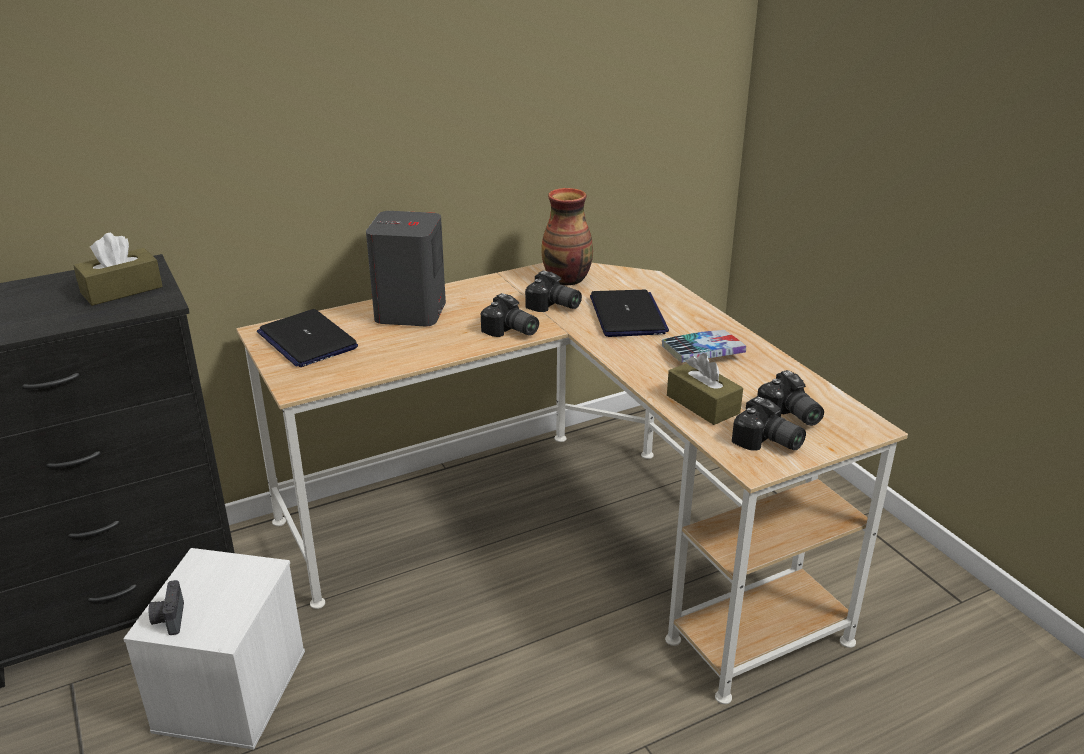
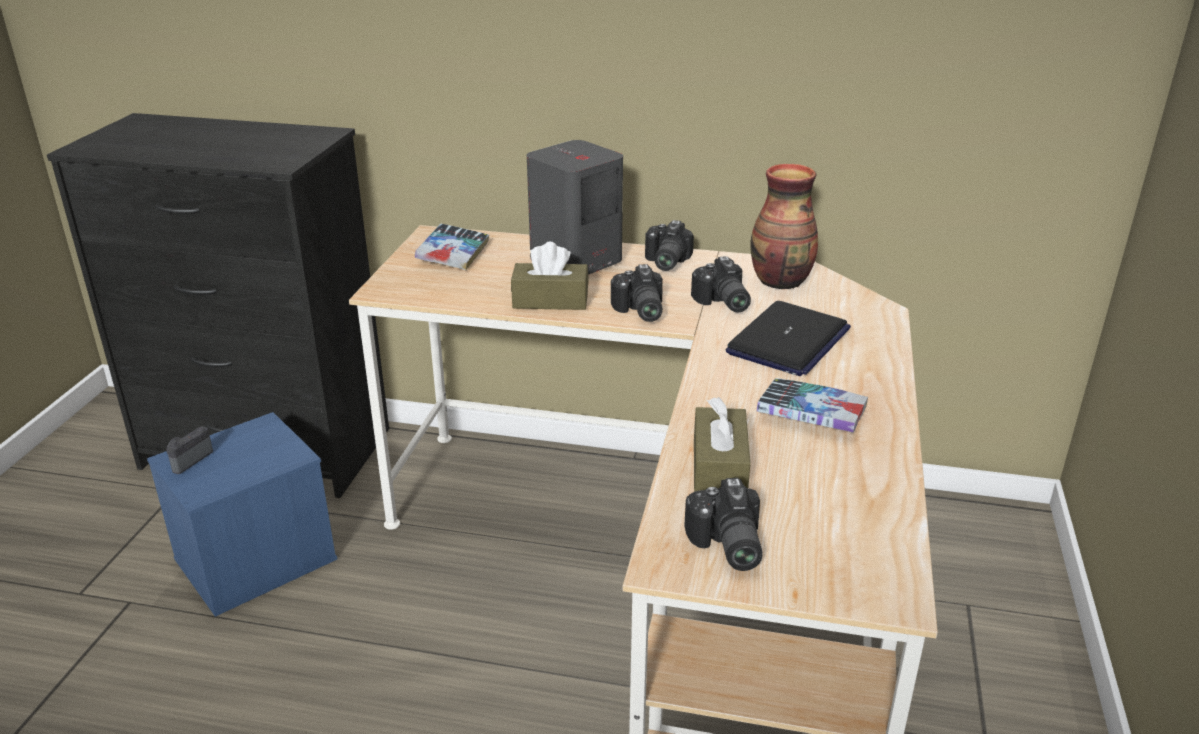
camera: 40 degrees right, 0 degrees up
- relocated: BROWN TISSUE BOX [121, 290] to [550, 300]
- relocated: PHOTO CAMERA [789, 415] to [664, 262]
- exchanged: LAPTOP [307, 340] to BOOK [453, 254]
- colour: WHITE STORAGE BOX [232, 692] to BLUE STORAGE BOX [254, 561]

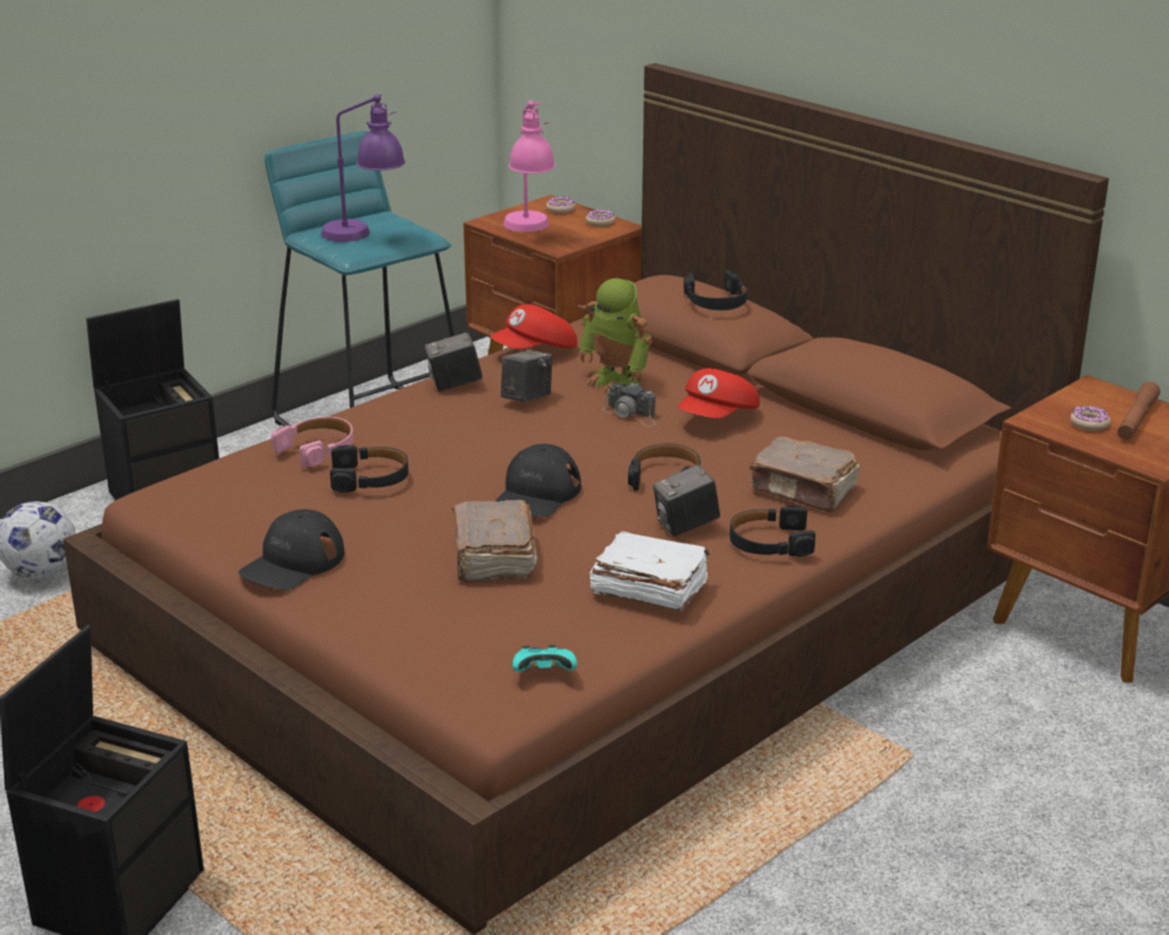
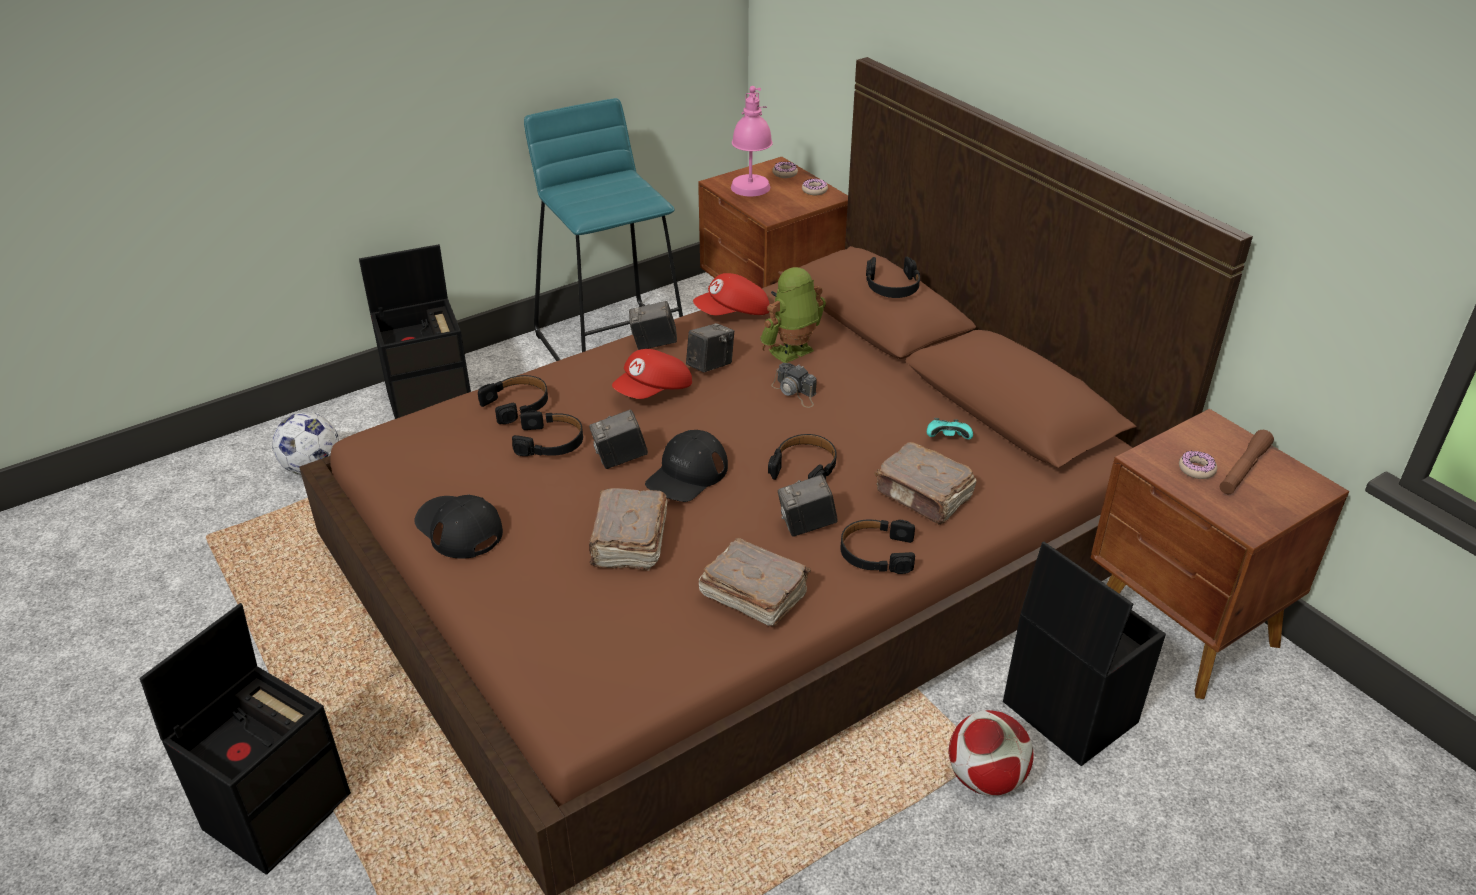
camera: 10 degrees right, 10 degrees up
- missing: PURPLE TABLE LAMP [366, 235]
- appeared: PHOTO CAMERA [620, 459]
- appeared: FOOTBALL [985, 778]
- appeared: BLACK STORAGE BOX [1066, 711]
- relocated: TURQUOISE GAME CONTROLLER [544, 673] to [948, 439]
- relocated: RED CAP [718, 417] to [654, 392]
- colour: PINK HEADPHONES [317, 448] to BLACK HEADPHONES [517, 404]
- colour: WHITE BOOK [648, 589] to BROWN BOOK [753, 595]
- spun: BLACK CAP [292, 563] = [458, 528] 90 degrees clockwise
- spun: TOY ROBOT [616, 380] = [793, 353] 90 degrees clockwise

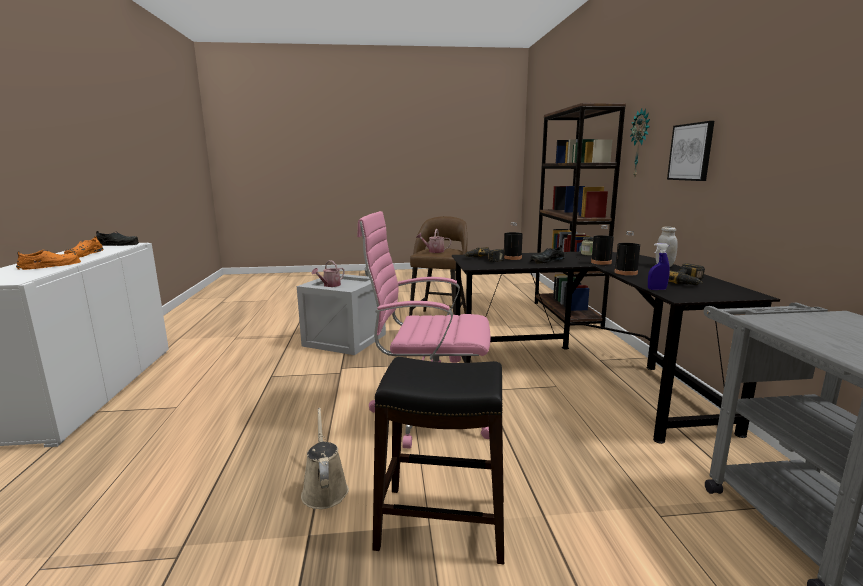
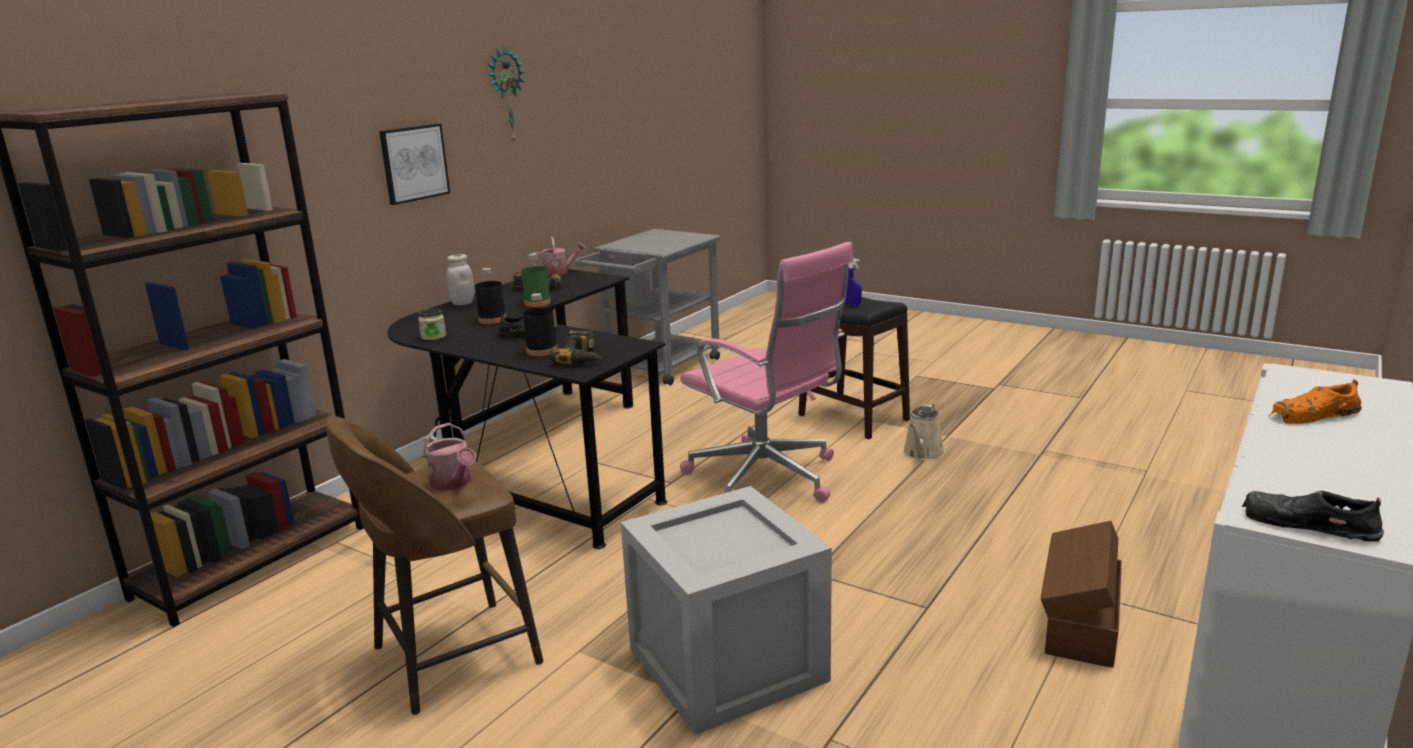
camera: 140 degrees left, 5 degrees up
- missing: ORANGE SHOE [84, 254]
- appeared: BROWN STORAGE BOX [1079, 623]
- relocated: WATERING CAN [330, 285] to [559, 272]
- relocated: WALL CLOCK [640, 143] to [505, 95]
- relocated: BLUE SPRAY BOTTLE [656, 289] to [851, 304]
- colour: BLACK BOTTLE [625, 273] to GREEN BOTTLE [537, 303]

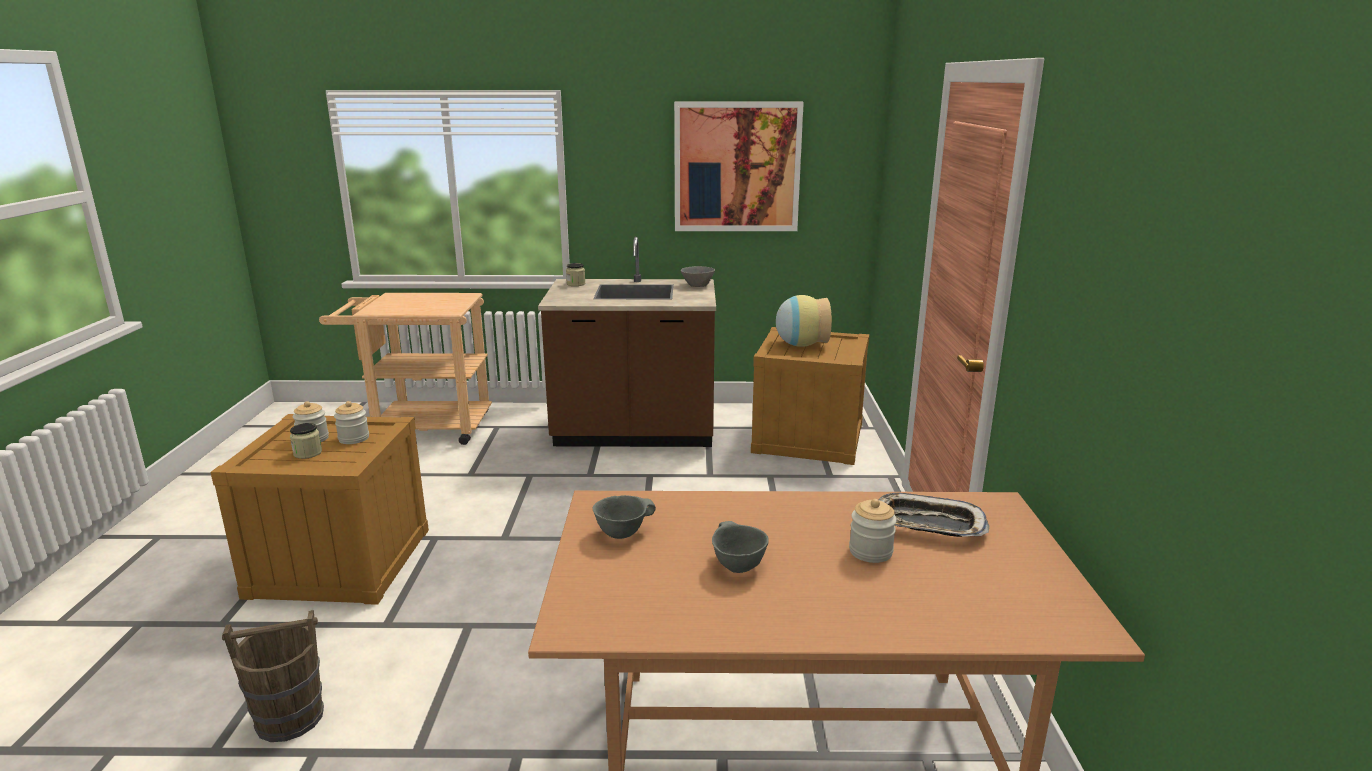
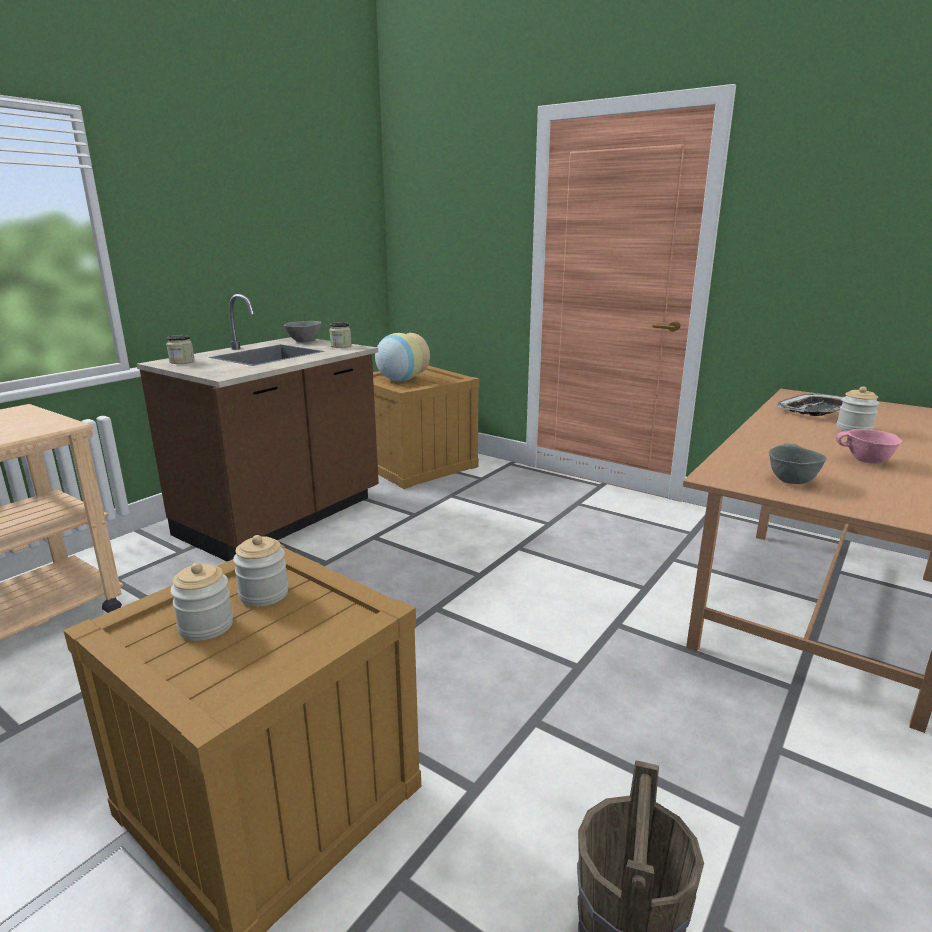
camera: 55 degrees left, 0 degrees up
- missing: PICTURE [737, 167]
- relocated: JAR [307, 453] to [341, 346]
- colour: GREY BOWL [737, 566] to PINK BOWL [866, 461]

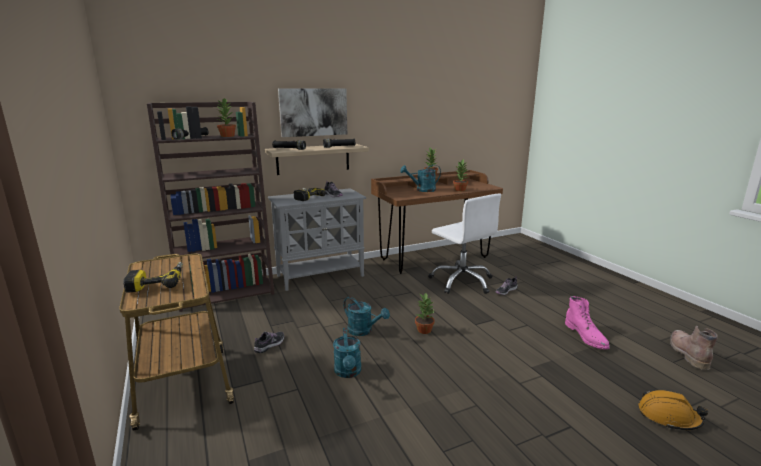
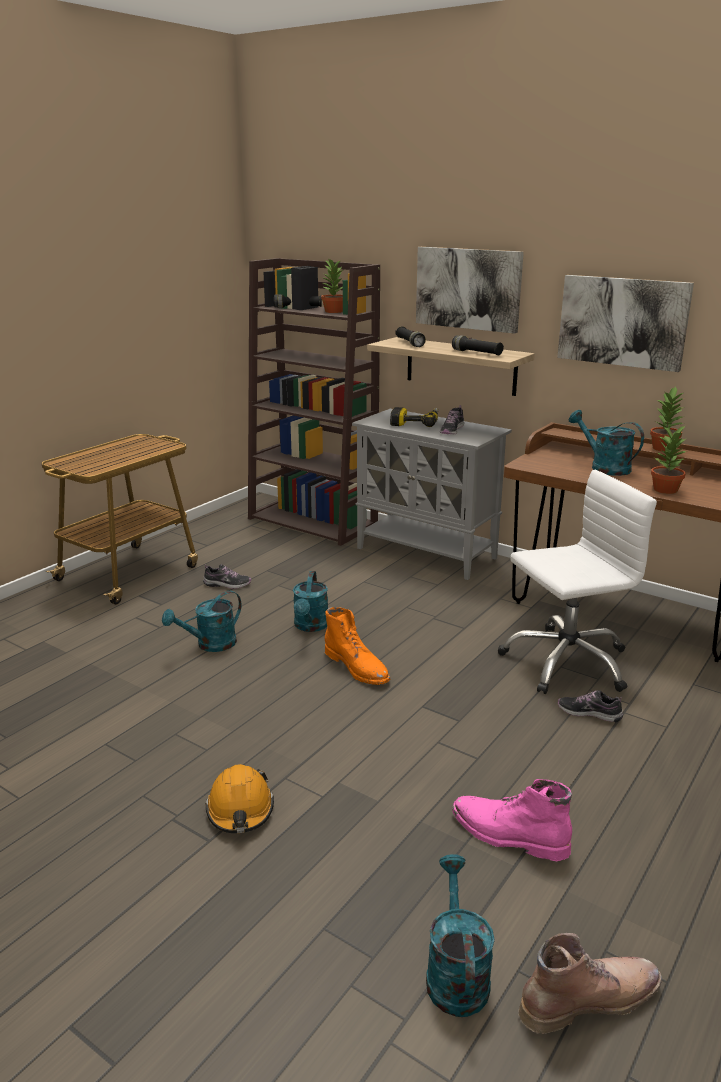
camera: 60 degrees right, 5 degrees up
- missing: POWER DRILL [158, 282]
- appeared: TURQUOISE WATERING CAN [455, 973]
- appeared: PICTURE [622, 321]
- relocated: ORANGE HARD HAT [668, 417] to [240, 810]
- exchanged: POTTED PLANT [424, 330] to ORANGE BOOT [358, 667]
- spun: WHITE OFFICE CHAIR [462, 281] = [566, 661] 135 degrees counterclockwise
- spun: PINK BOOT [587, 336] = [507, 835] 75 degrees clockwise

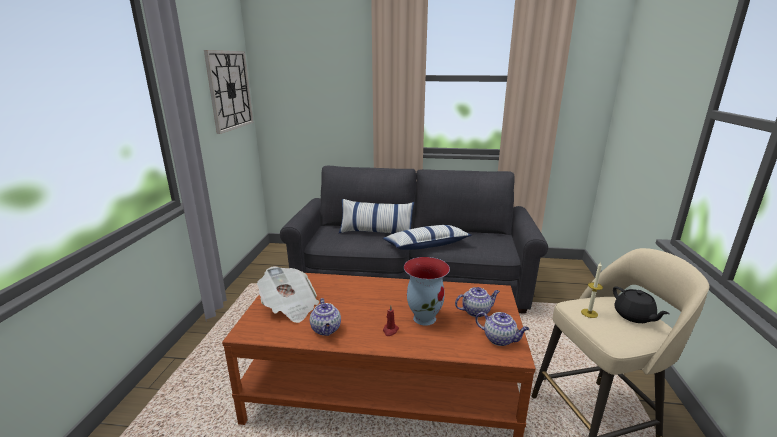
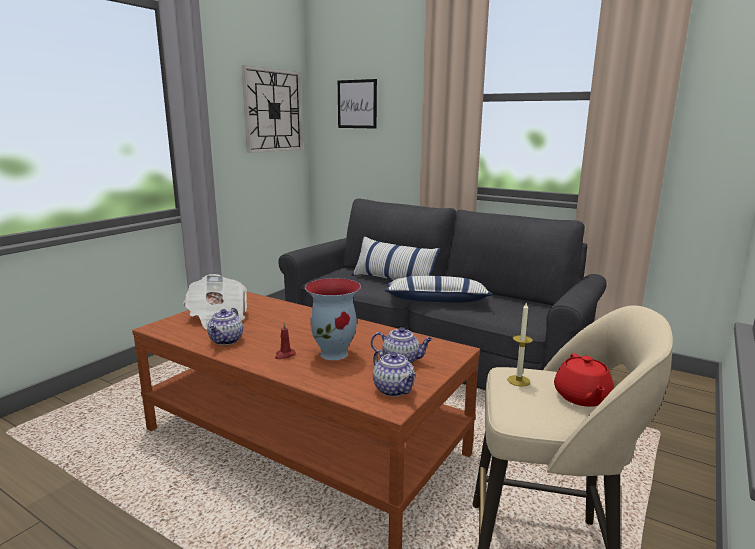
camera: 25 degrees right, 5 degrees down
- appeared: PICTURE [357, 104]
- colour: BLACK TEAPOT [634, 316] to RED TEAPOT [582, 397]

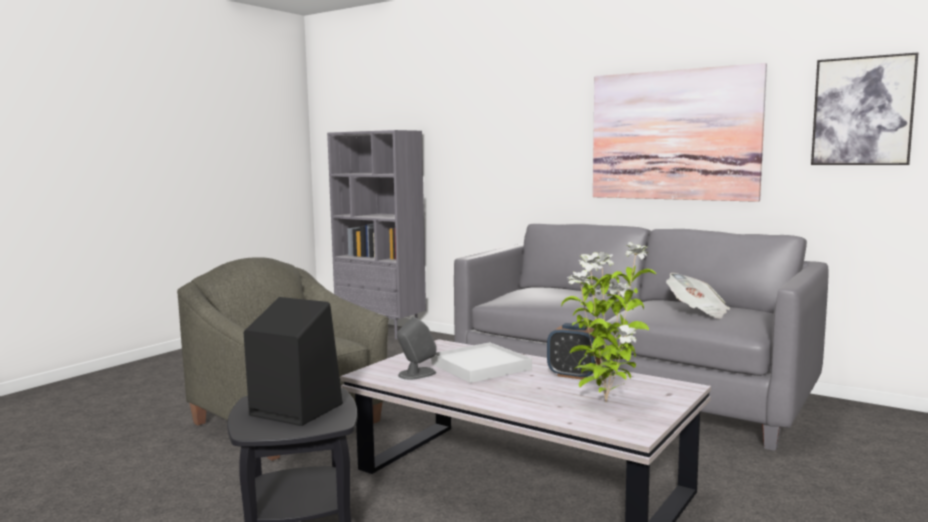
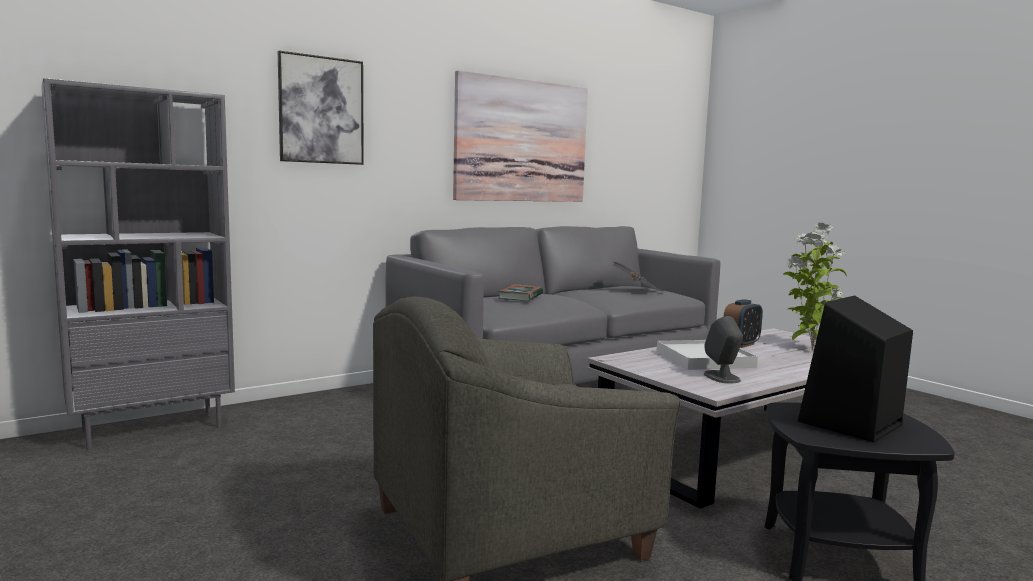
camera: 70 degrees left, 0 degrees up
- appeared: BOOK [520, 296]
- relocated: PICTURE [862, 111] to [321, 110]

